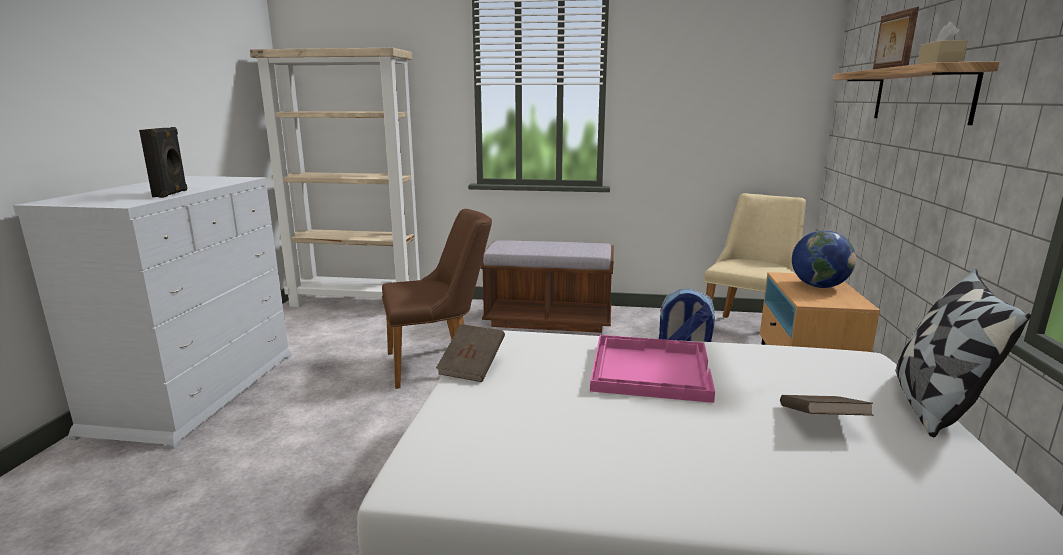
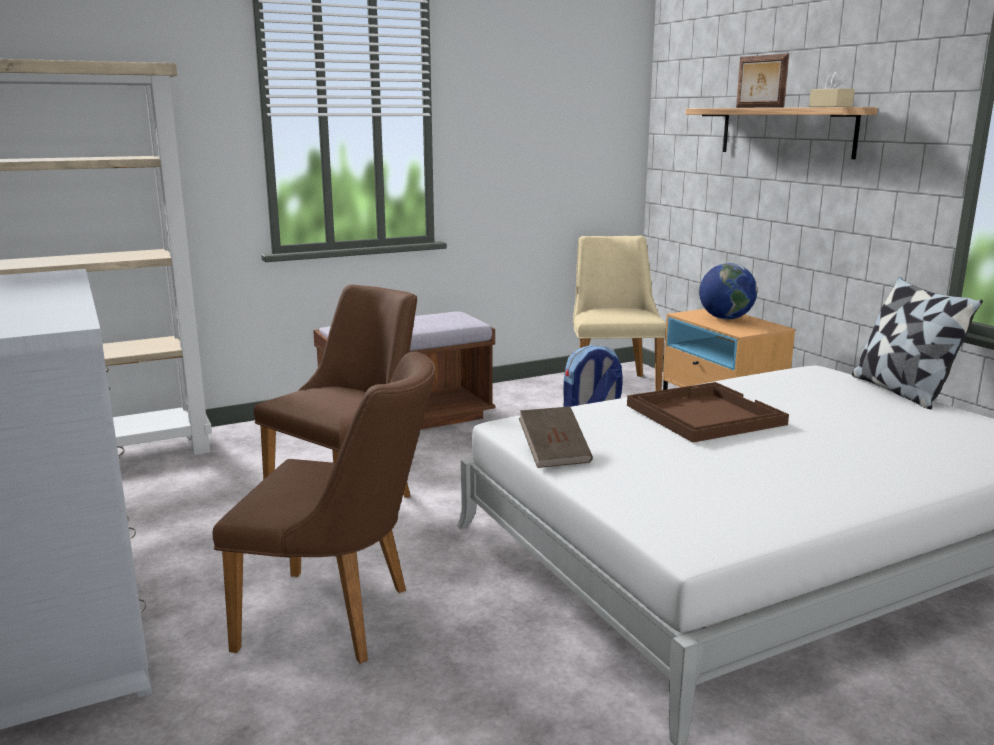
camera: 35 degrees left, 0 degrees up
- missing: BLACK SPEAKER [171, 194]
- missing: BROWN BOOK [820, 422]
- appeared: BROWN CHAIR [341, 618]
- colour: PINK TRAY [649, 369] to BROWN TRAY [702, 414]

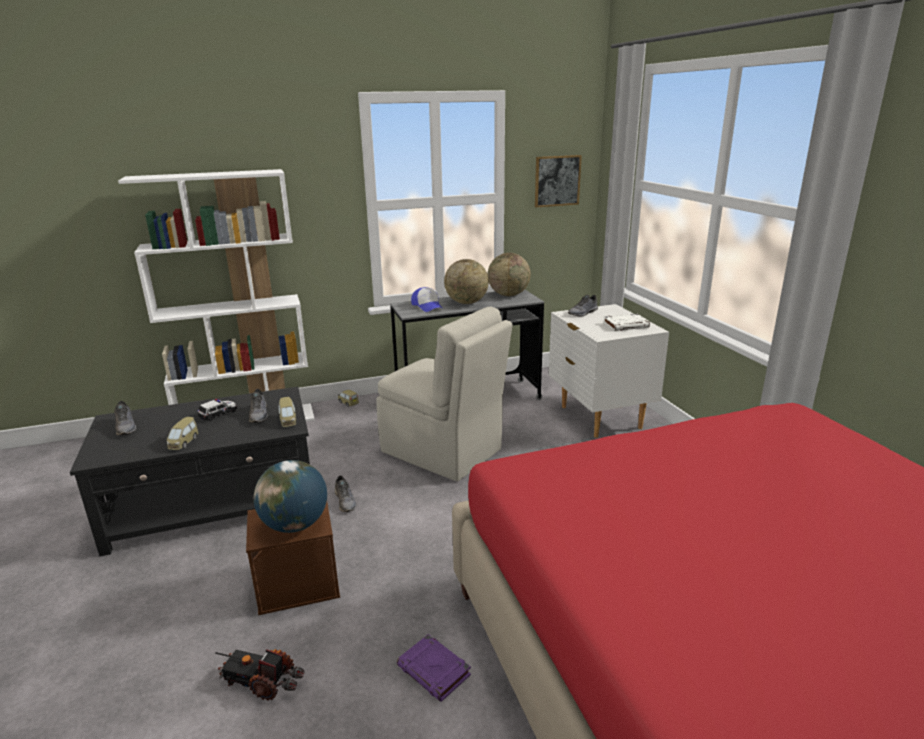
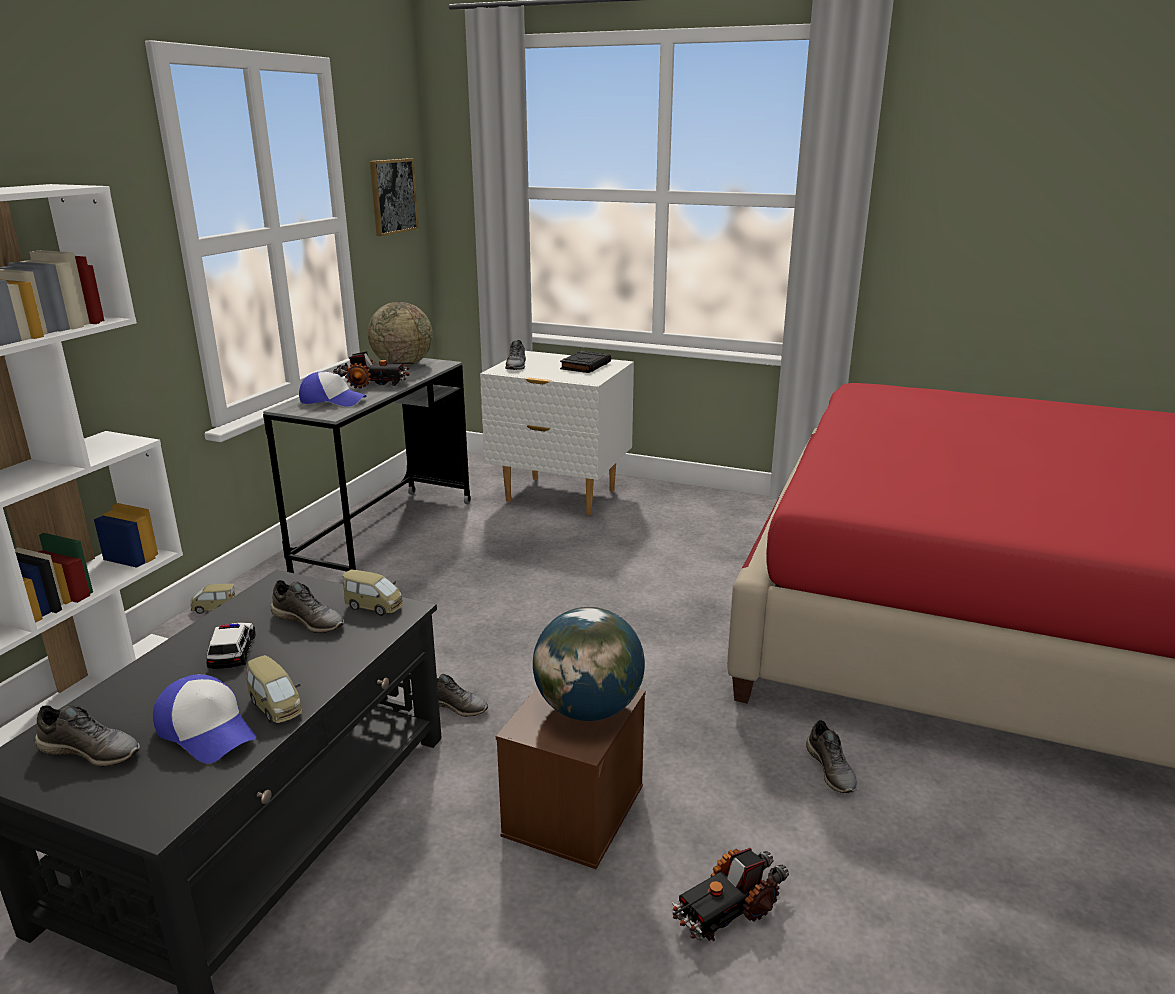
camera: 50 degrees left, 0 degrees up
- missing: BEIGE CHAIR [443, 452]
- appeared: CAP [207, 730]
- exchanged: PURPLE BOOK [434, 671] to GREY SHOE [832, 769]
- exchanged: GLOBE [466, 302] to TOY TRUCK [374, 384]
- colour: WHITE BOOK [626, 325] to BLACK BOOK [585, 366]

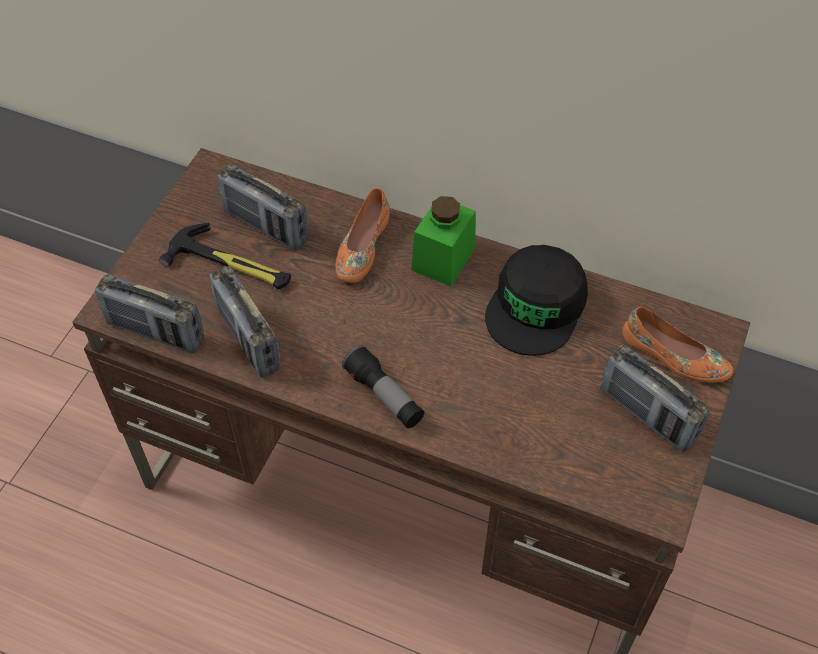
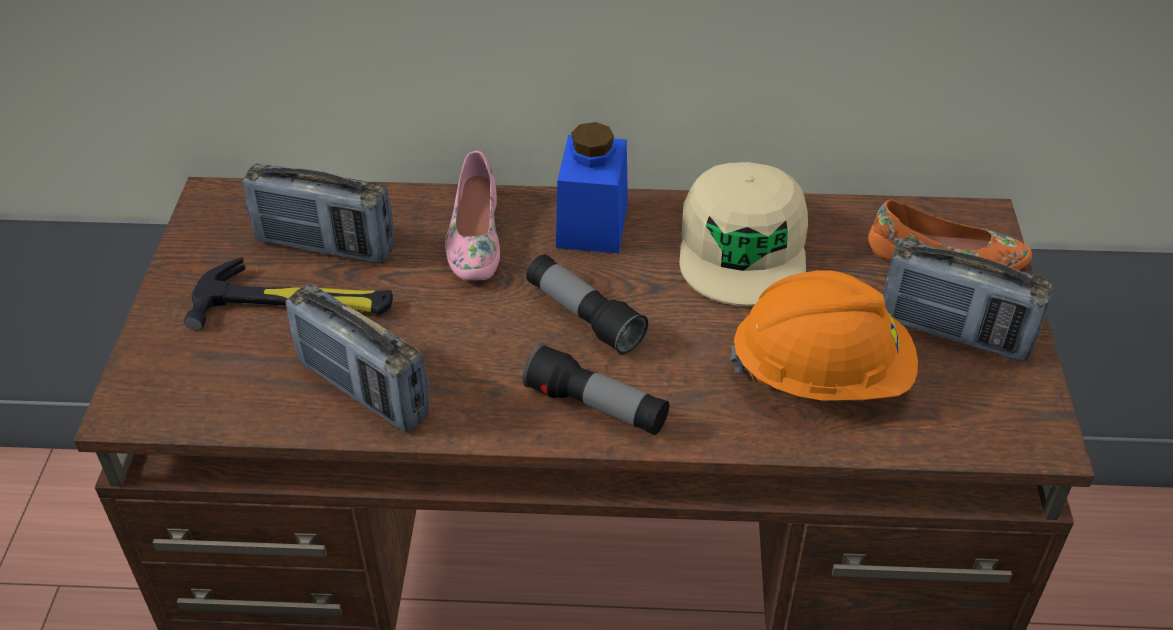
camera: 20 degrees left, 10 degrees down
- missing: RADIO [156, 332]
- appeared: FLASHLIGHT [584, 316]
- appeared: ORANGE HARD HAT [821, 375]
- colour: ORANGE SHOE [361, 247] to PINK SHOE [474, 237]
- colour: GREEN JAR [443, 259] to BLUE JAR [592, 224]
- colour: BLACK CAP [536, 307] to BEIGE CAP [743, 248]

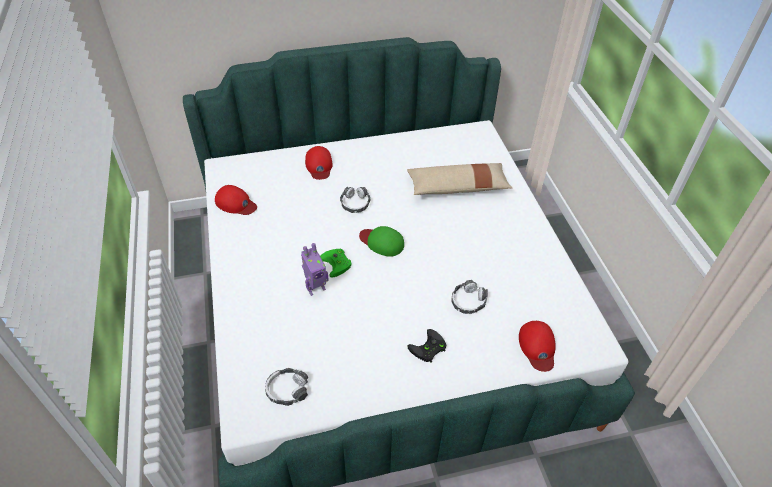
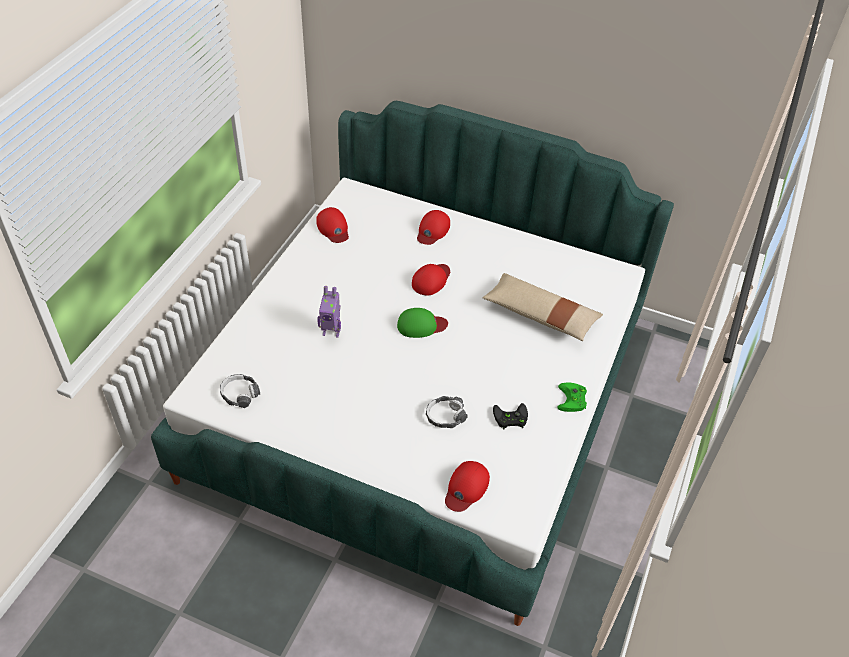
camera: 35 degrees right, 0 degrees up
- relocated: GREEN GAME CONTROLLER [337, 264] to [573, 400]
- relocated: BLACK GAME CONTROLLER [428, 349] to [509, 418]
- exchanged: HEADPHONES [355, 203] to RED CAP [431, 280]
- spun: GREEN CAP [382, 242] = [421, 325] 105 degrees clockwise

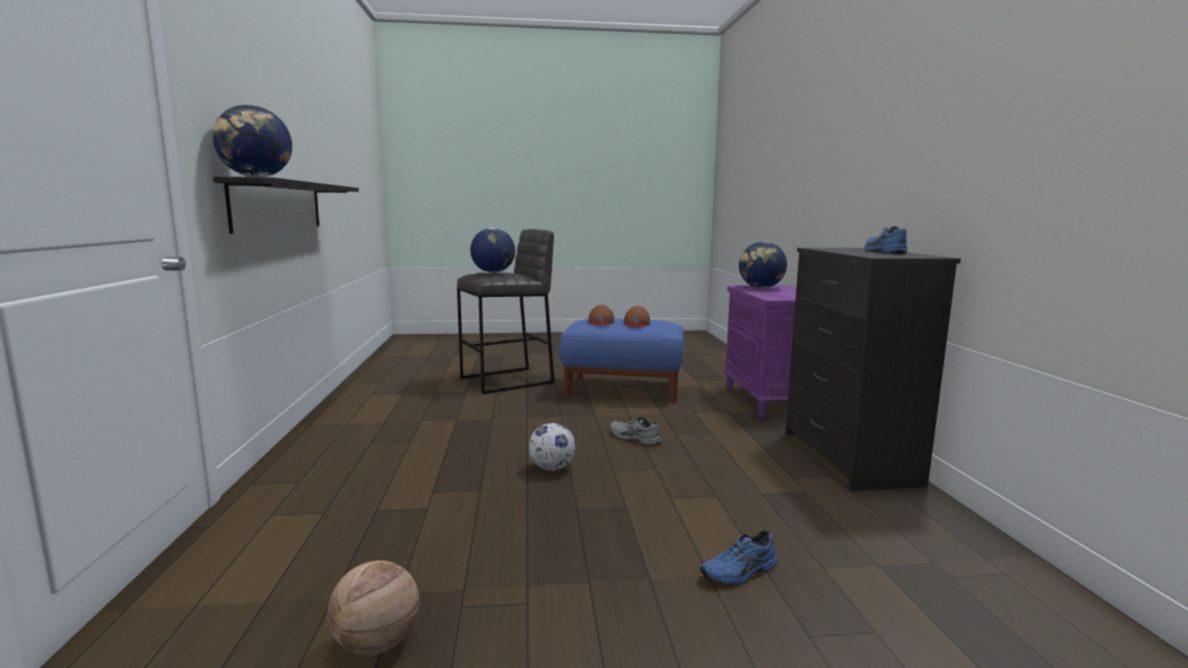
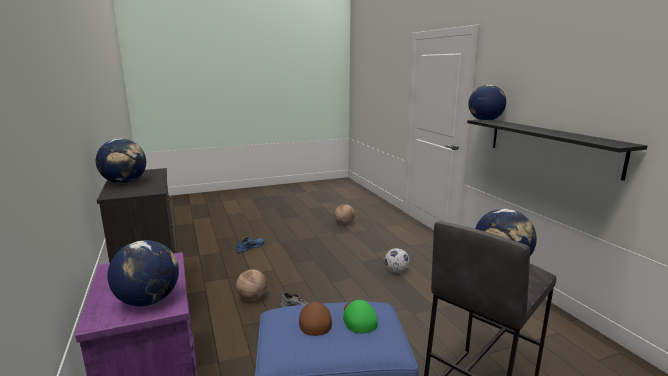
camera: 165 degrees right, 5 degrees up
- appeared: BASKETBALL [252, 298]
- relocated: FOOTBALL [551, 468] to [396, 271]
- exchanged: BLUE SHOE [883, 252] to GLOBE [125, 183]
- colour: BROWN CAP [601, 322] to GREEN CAP [358, 318]

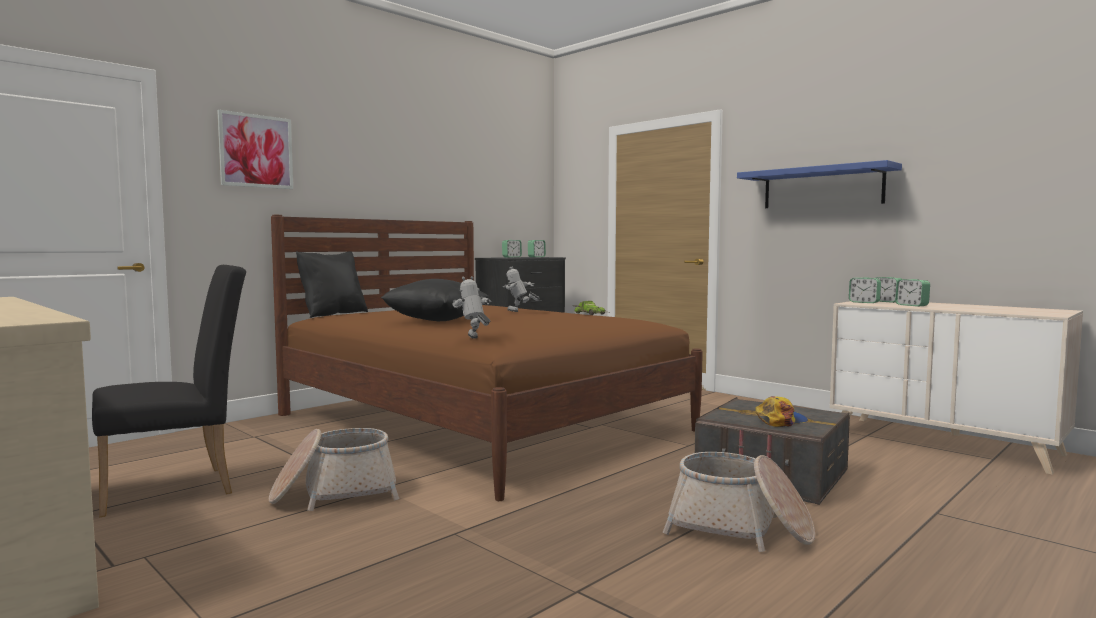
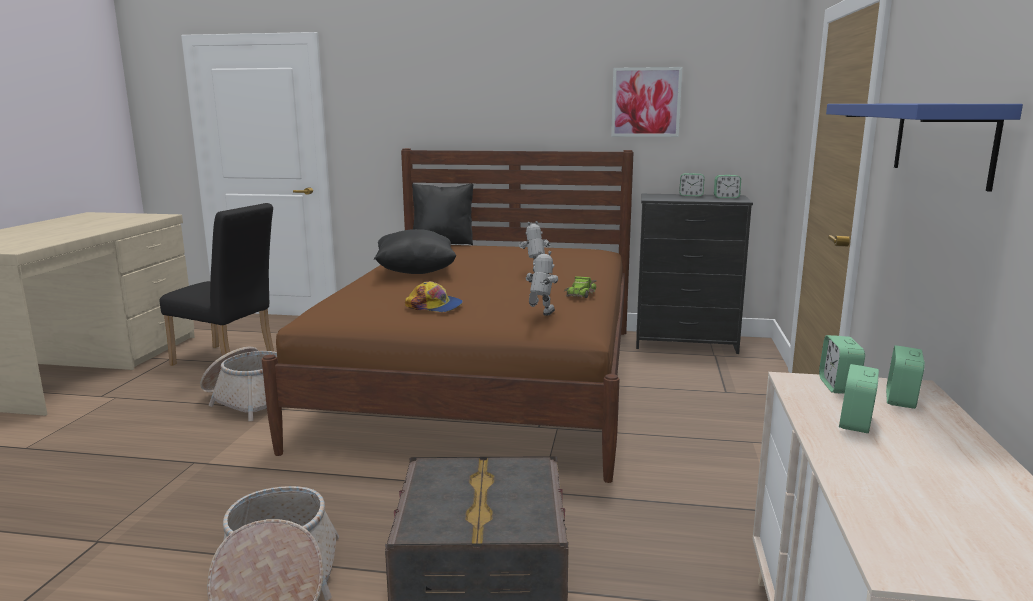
camera: 55 degrees right, 10 degrees up
- relocated: PICTURE [256, 151] to [646, 102]
- relocated: TOY ROBOT [474, 339] to [540, 316]
- relocated: CAP [780, 420] to [435, 306]

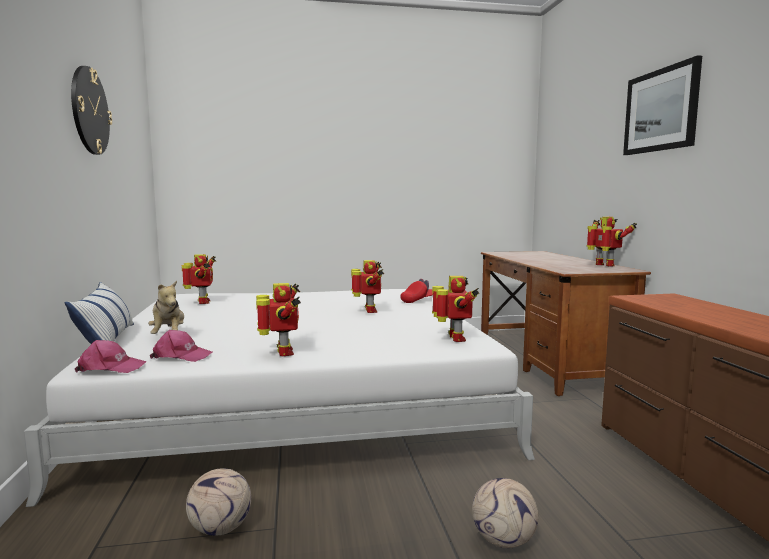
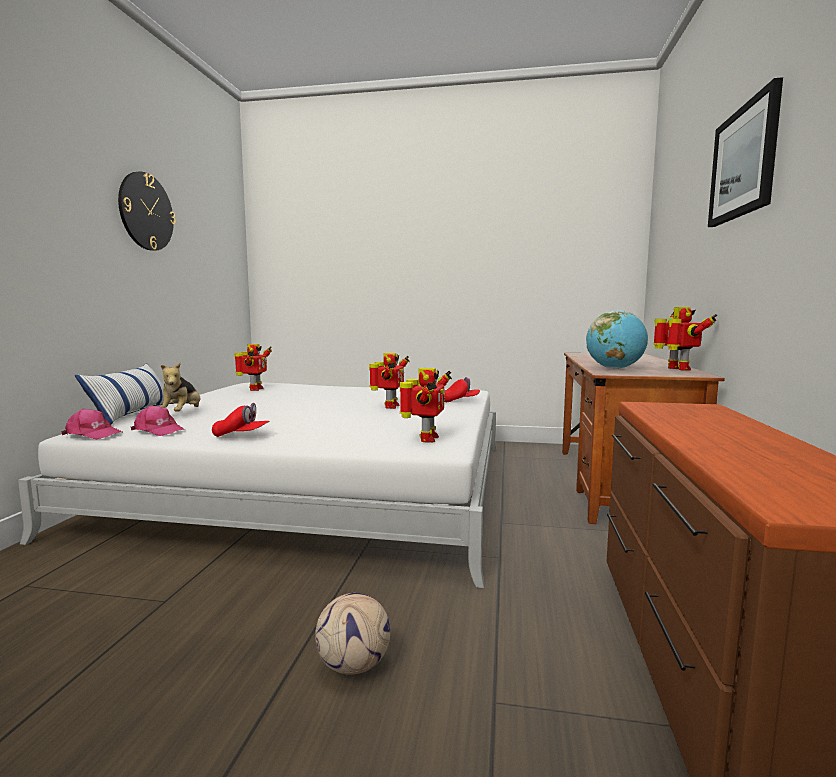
camera: 20 degrees right, 0 degrees up
- missing: FOOTBALL [220, 528]
- appeared: GLOBE [615, 368]
- exchanged: TOY ROBOT [282, 353] to RED CAP [241, 436]

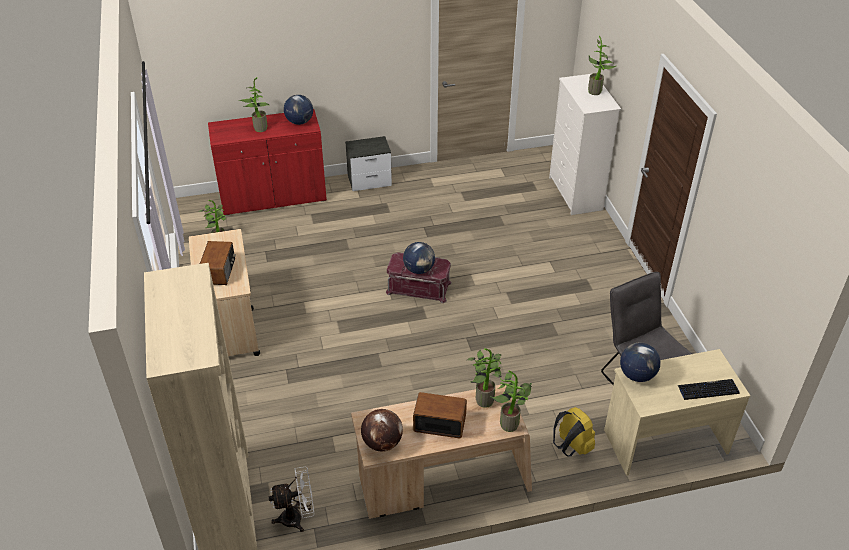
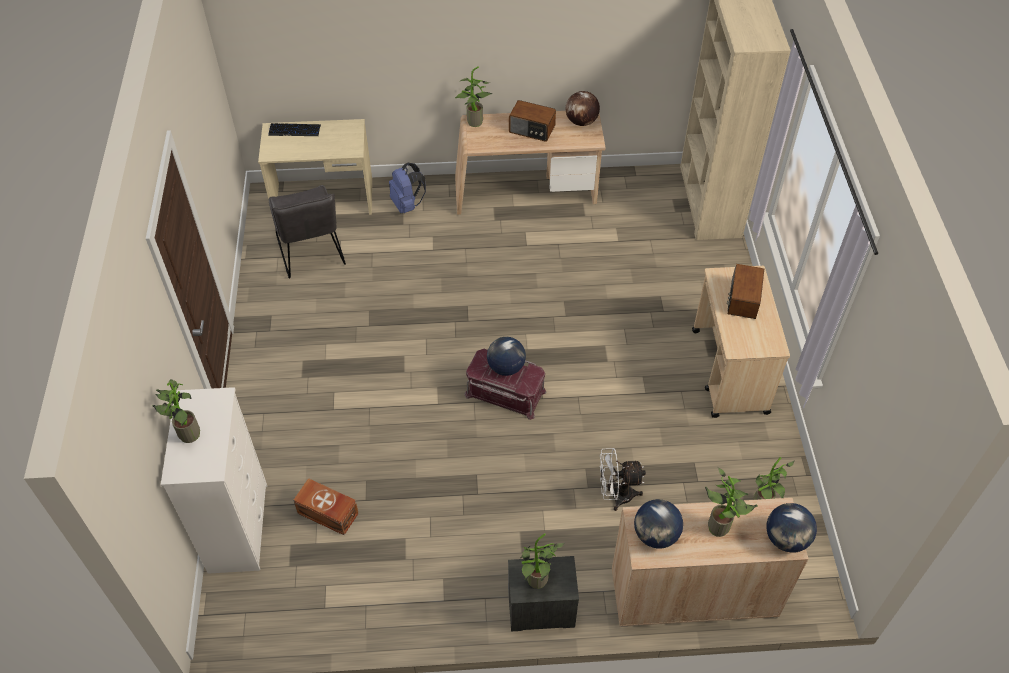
camera: 170 degrees left, 10 degrees up
- appeared: BROWN STORAGE BOX [328, 514]
- relocated: WHITE FAN [297, 518] to [616, 495]
- relocated: POTTED PLANT [483, 398] to [537, 582]
- relocated: GLOBE [637, 375] to [786, 539]
- colour: RED CABINET [273, 197] to BEIGE CABINET [693, 592]
- colour: YELLOW BACKPACK [571, 447] to BLUE BACKPACK [407, 205]

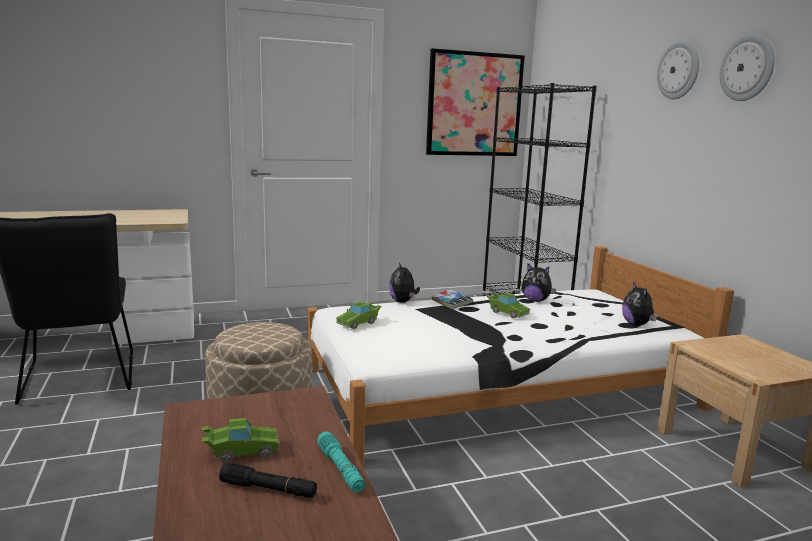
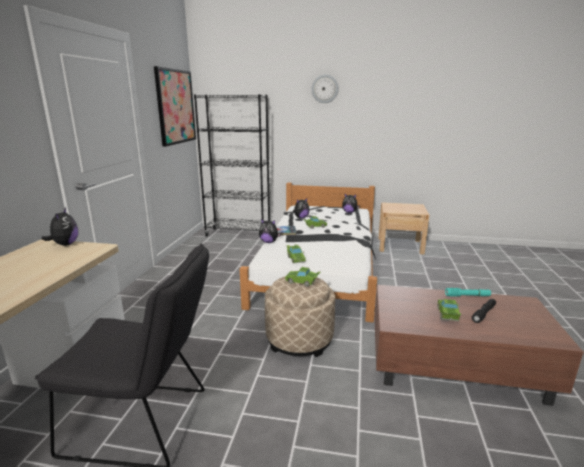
camera: 60 degrees left, 5 degrees up
- missing: WALL CLOCK [747, 68]
- appeared: PLUSH TOY [65, 244]
- appeared: GREEN TOY CAR [302, 282]

